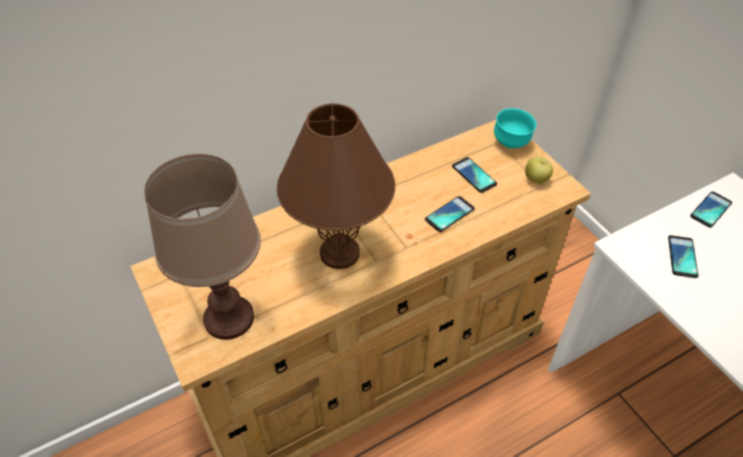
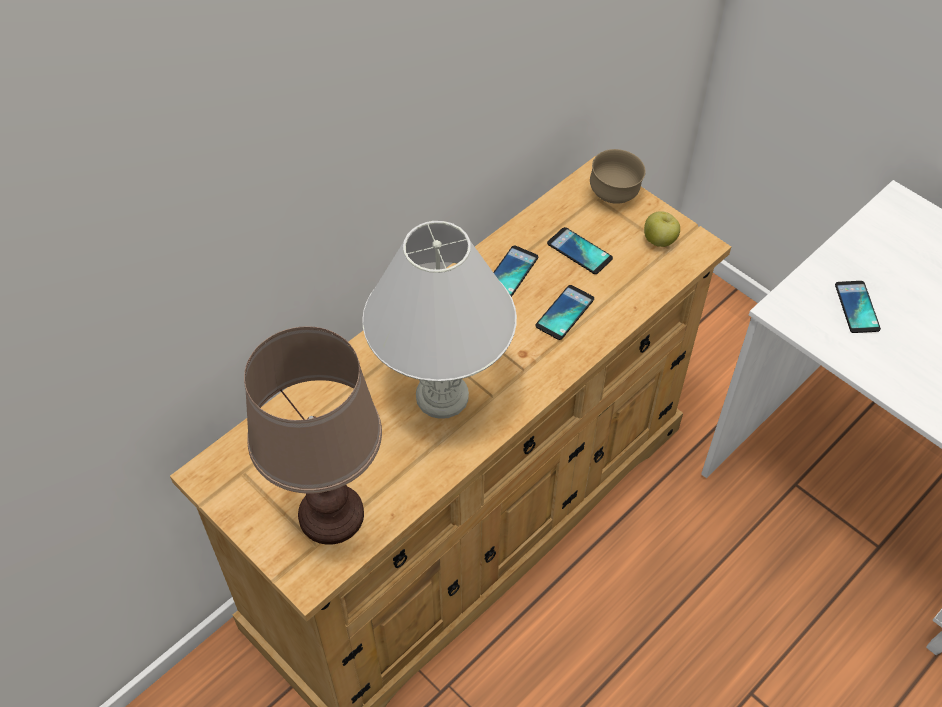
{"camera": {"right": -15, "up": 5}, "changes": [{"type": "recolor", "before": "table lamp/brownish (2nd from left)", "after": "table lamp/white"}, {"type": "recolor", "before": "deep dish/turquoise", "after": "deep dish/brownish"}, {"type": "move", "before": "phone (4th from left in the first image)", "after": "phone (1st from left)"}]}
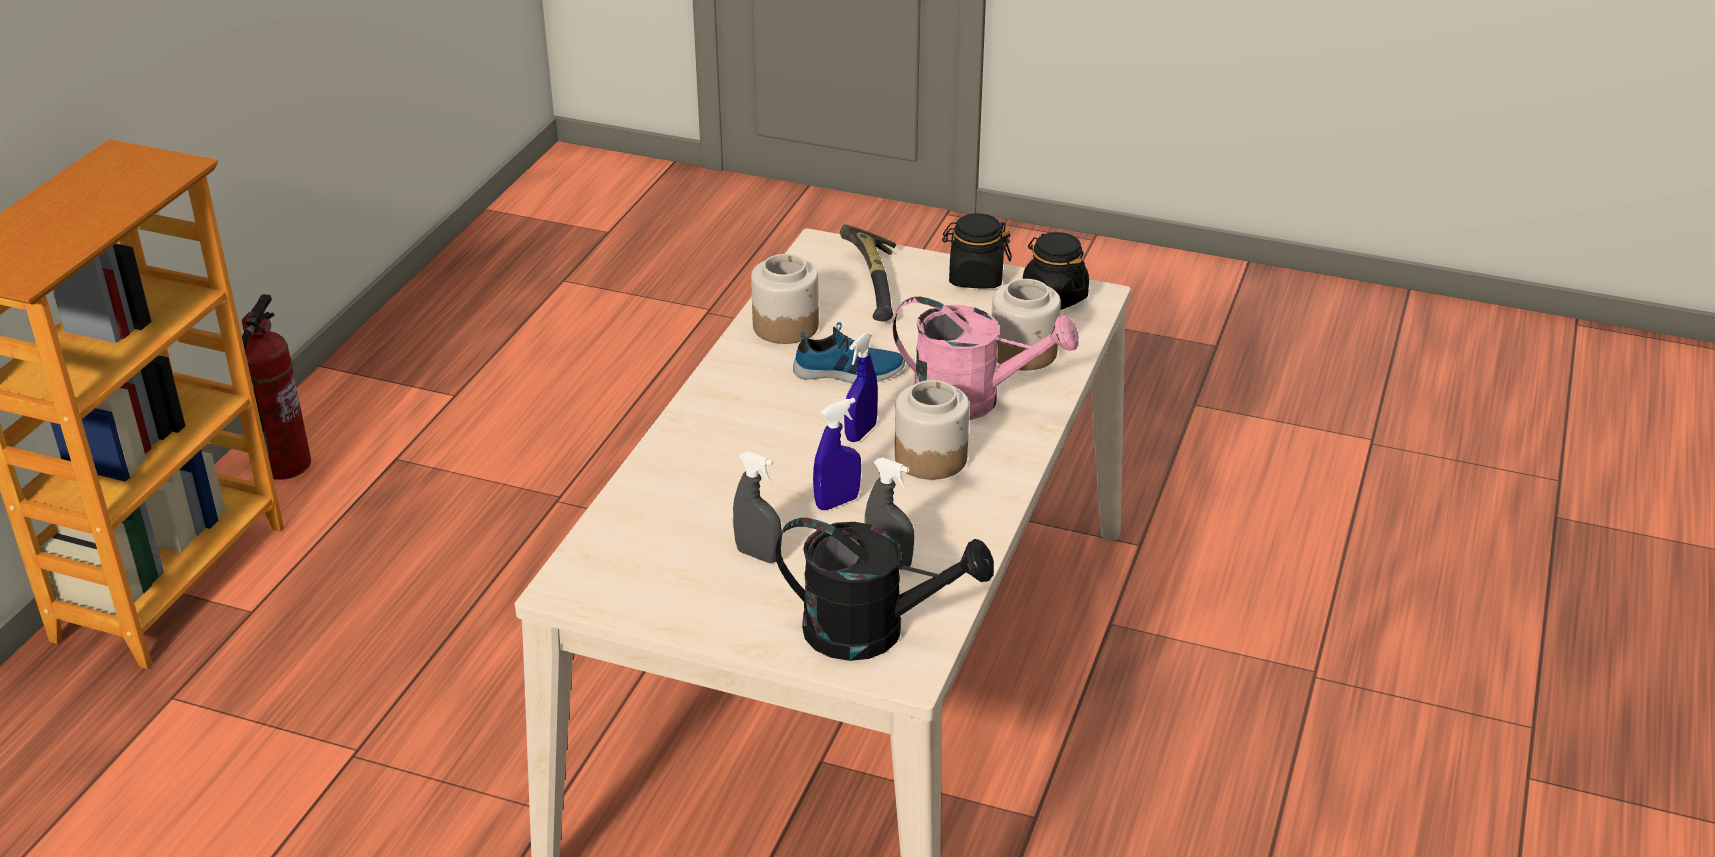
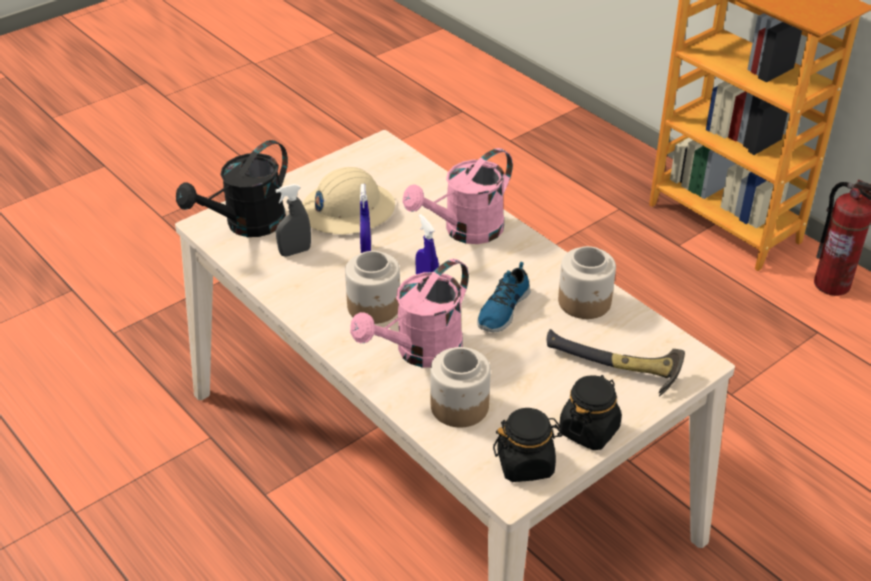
{"camera": {"right": 120, "up": 5}, "changes": [{"type": "replace", "before": "spray bottle/gray (1st from left)", "after": "work helmet/sand-coloured"}, {"type": "insert", "after": "watering can/pink (2nd from left)"}]}
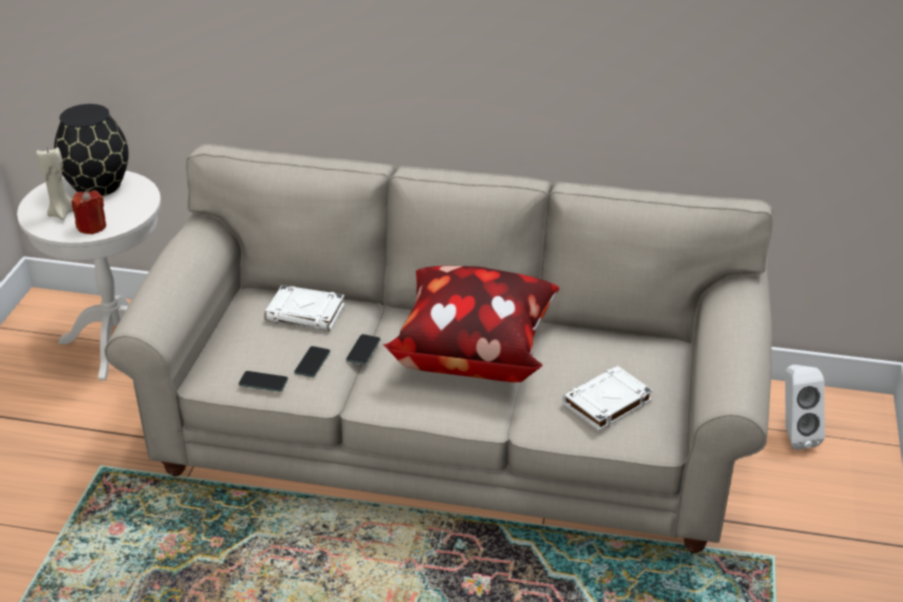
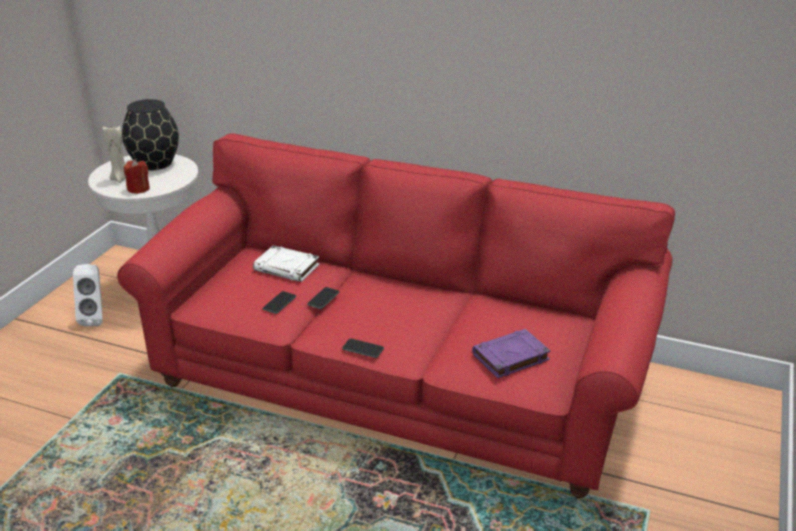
{"camera": {"right": 10, "up": -5}, "changes": [{"type": "recolor", "before": "sofa/sand-coloured", "after": "sofa/red-coloured"}, {"type": "delete", "before": "throw pillow"}, {"type": "move", "before": "loudspeaker/white"}, {"type": "recolor", "before": "volume/white (2nd from left)", "after": "volume/purple-coloured"}, {"type": "move", "before": "phone (1st from left in the first image)", "after": "phone (3rd from left)"}]}
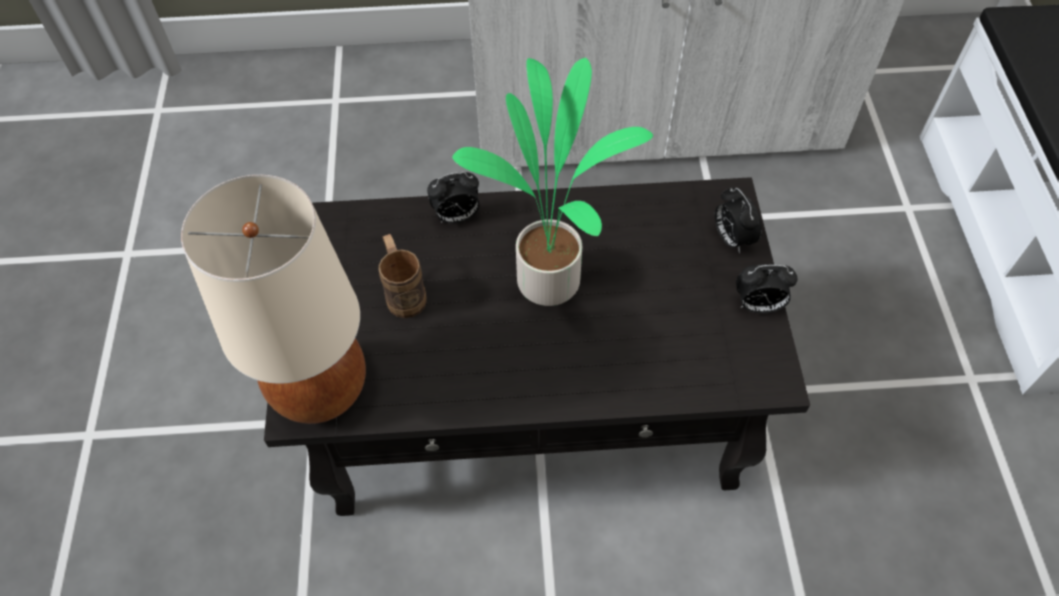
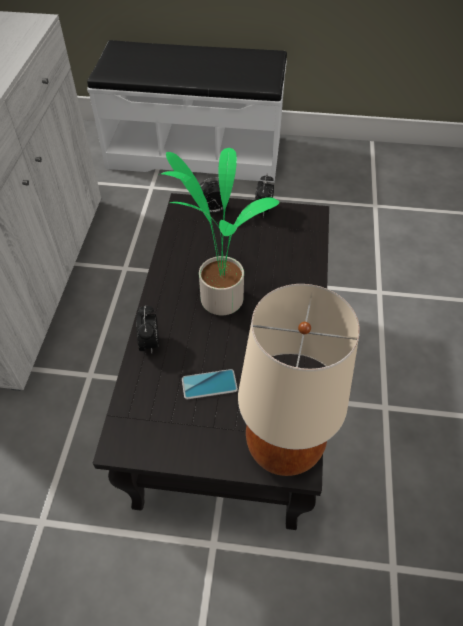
{"camera": {"right": -80, "up": -5}, "changes": [{"type": "replace", "before": "tea mug/brownish", "after": "phone"}]}
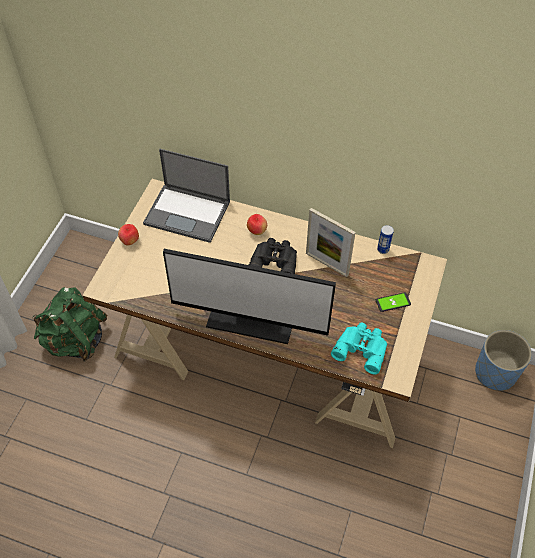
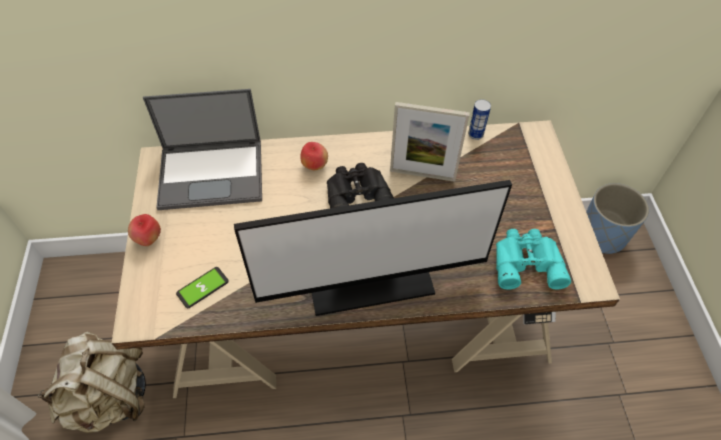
{"camera": {"right": -25, "up": 0}, "changes": [{"type": "recolor", "before": "backpack/green-coloured", "after": "backpack/sand-coloured"}, {"type": "move", "before": "phone"}]}
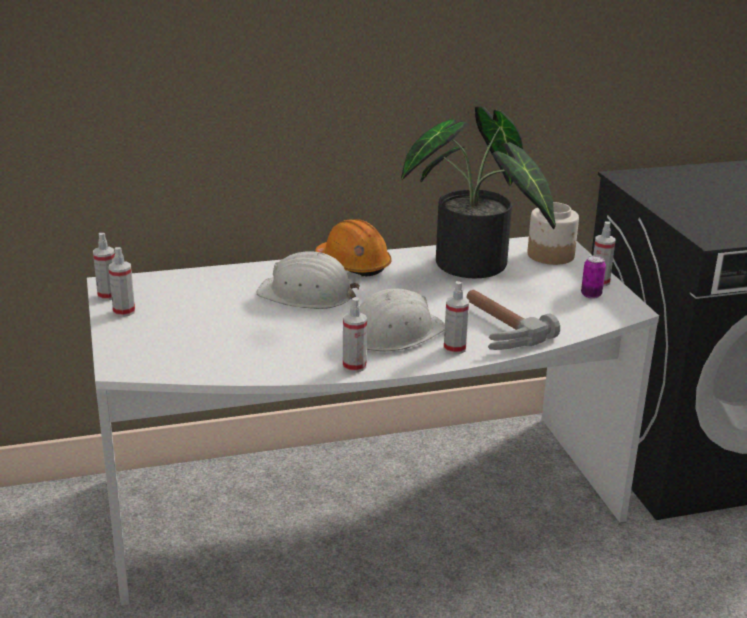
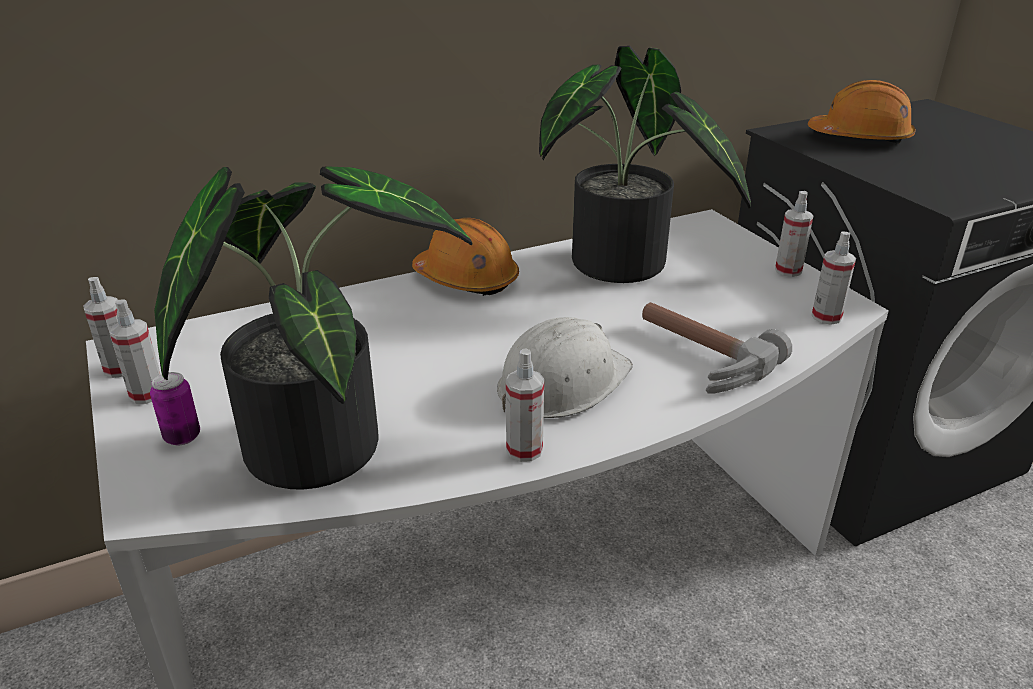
{"camera": {"right": -10, "up": 5}, "changes": [{"type": "delete", "before": "storage jar"}, {"type": "delete", "before": "work helmet/white (1st from left)"}, {"type": "move", "before": "metal can"}, {"type": "move", "before": "spray bottle (4th from left in the first image)", "after": "spray bottle (5th from left)"}, {"type": "insert", "after": "work helmet/orange-coloured (2nd from left)"}, {"type": "insert", "after": "potted plant (1st from left)"}]}
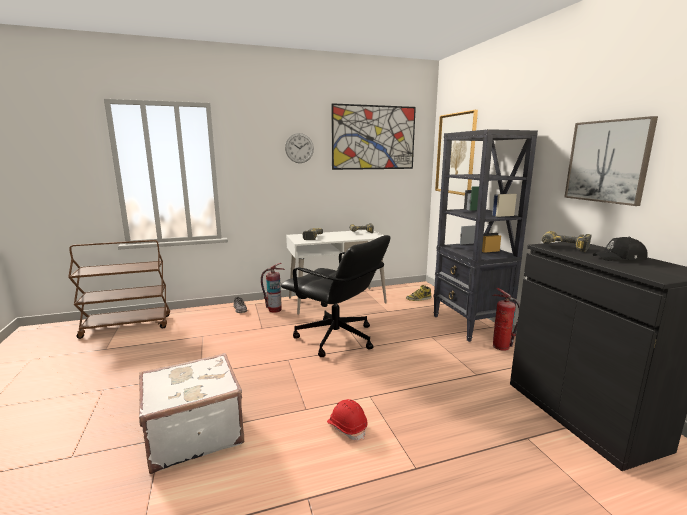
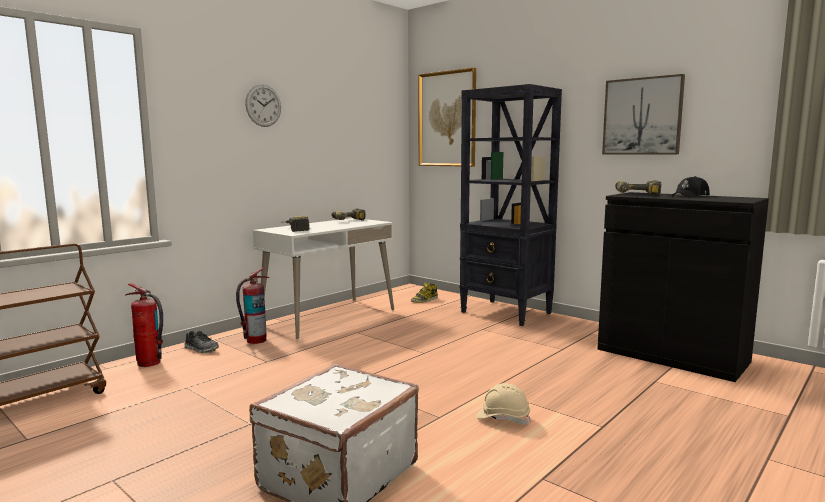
{"camera": {"right": -30, "up": -5}, "changes": [{"type": "delete", "before": "wall art (1st from left)"}, {"type": "delete", "before": "desk chair/black"}, {"type": "move", "before": "extinguisher (2nd from left in the first image)", "after": "extinguisher (1st from left)"}, {"type": "recolor", "before": "work helmet/red-coloured", "after": "work helmet/sand-coloured"}]}
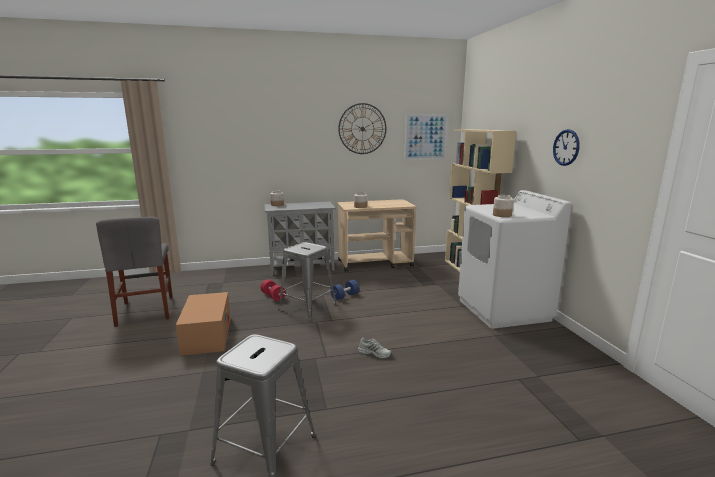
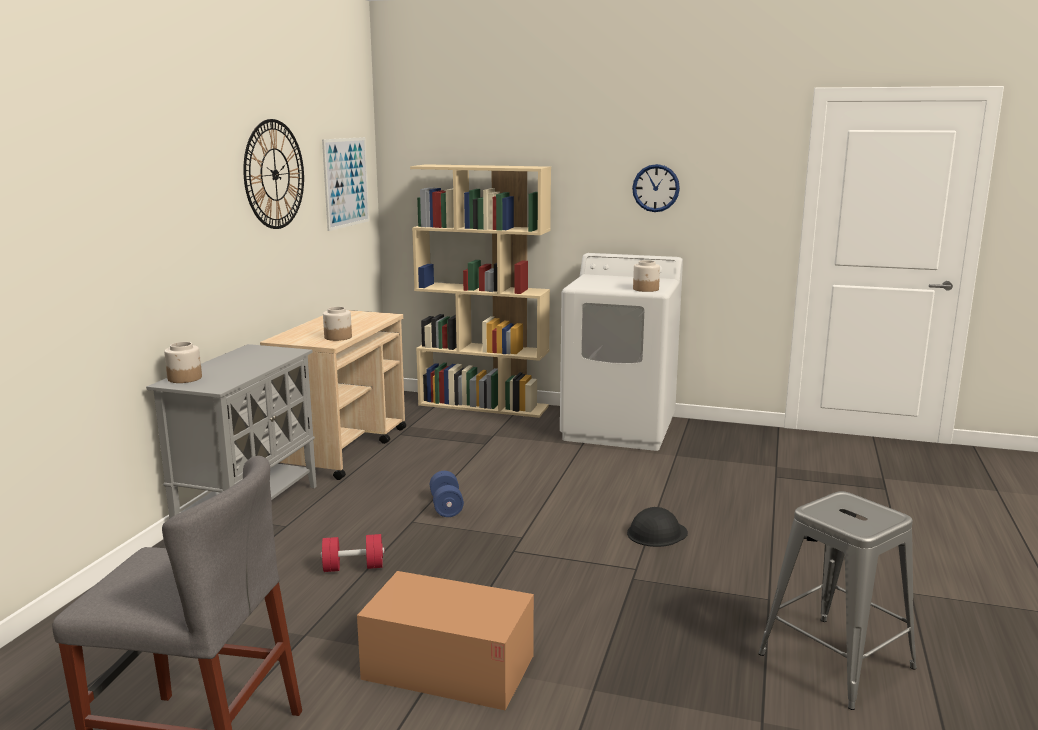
{"camera": {"right": -60, "up": 0}, "changes": [{"type": "delete", "before": "sitting stool/gray (2nd from left)"}, {"type": "replace", "before": "item of footwear/white", "after": "work helmet/black"}]}
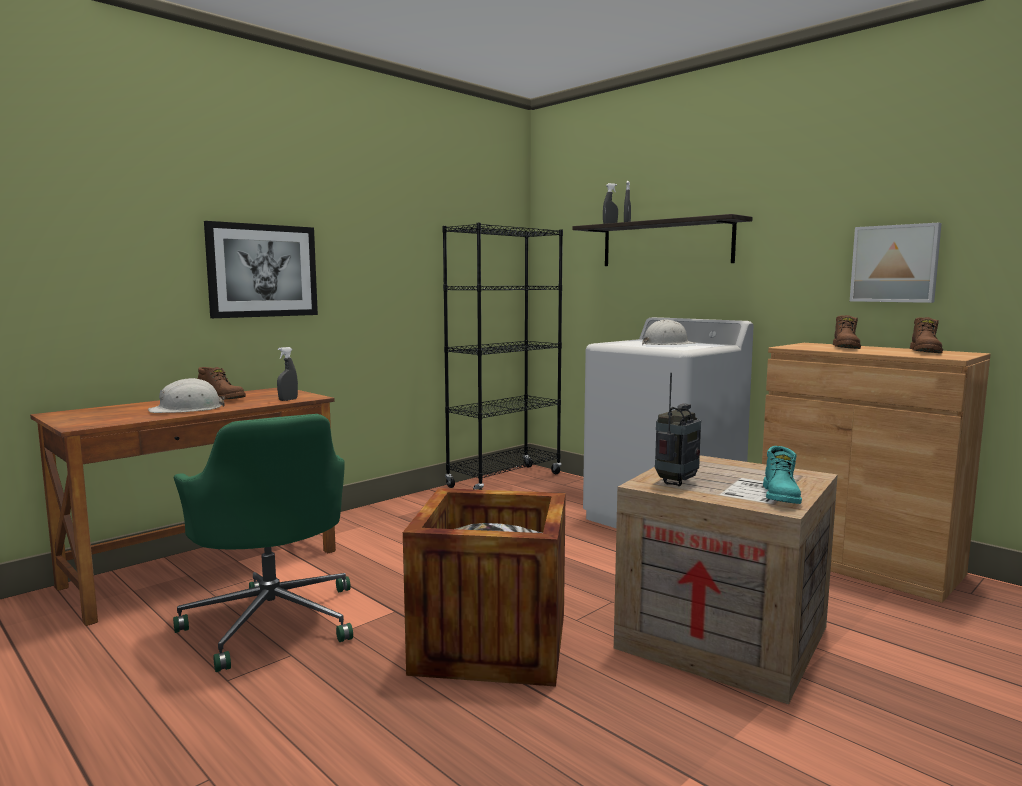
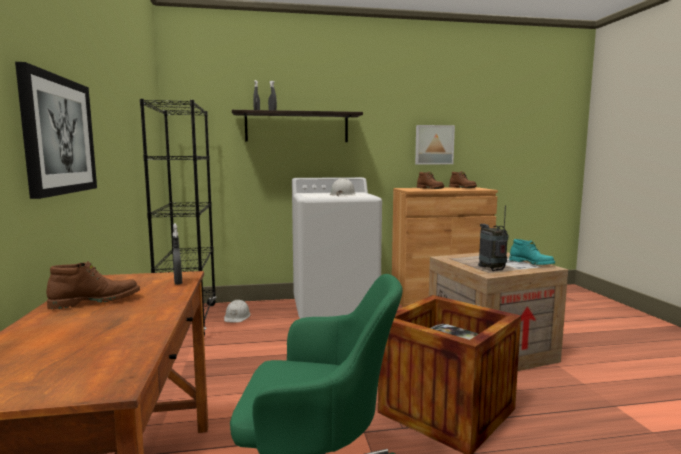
{"camera": {"right": -55, "up": 0}, "changes": [{"type": "move", "before": "work helmet/white (1st from left)"}]}
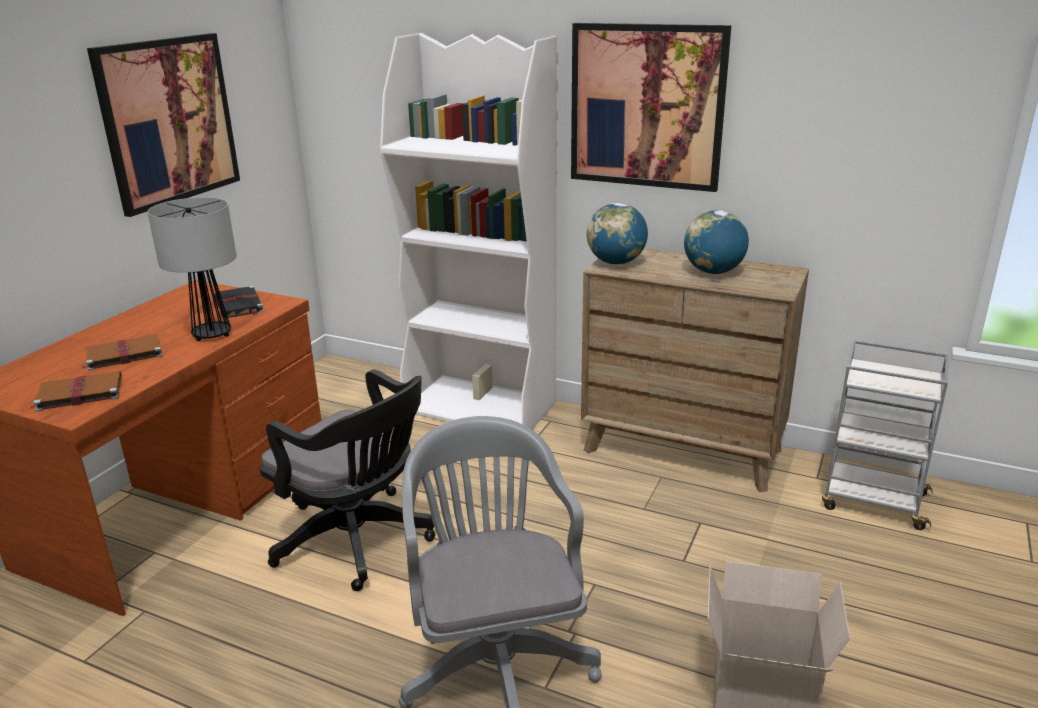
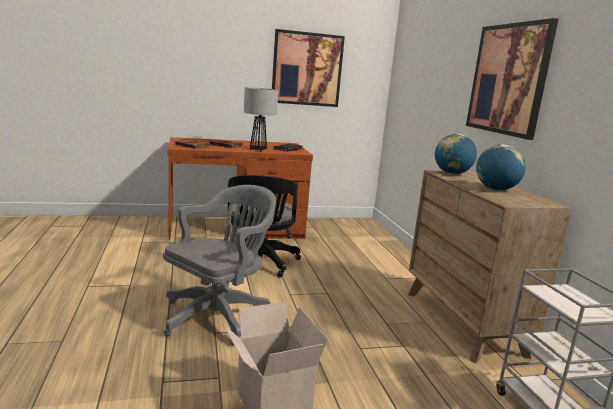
{"camera": {"right": 50, "up": -10}, "changes": [{"type": "delete", "before": "bookshelf/white"}]}
